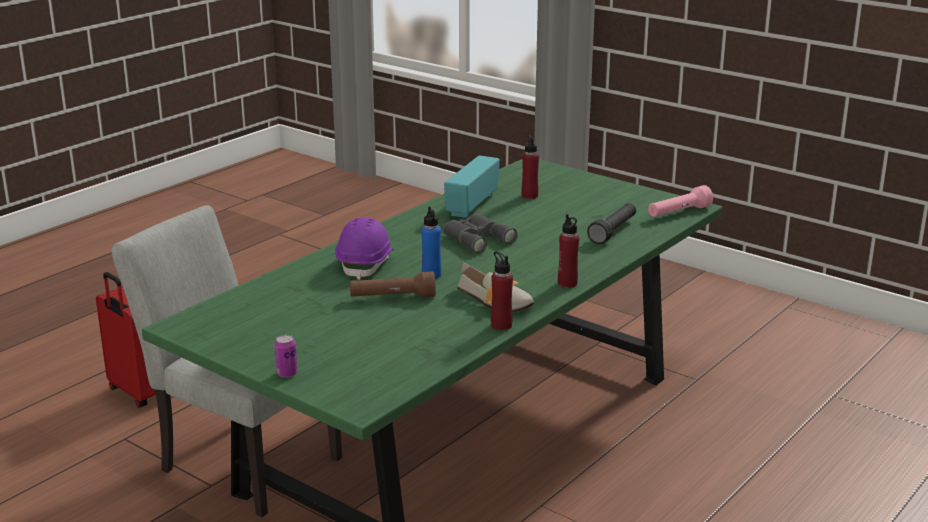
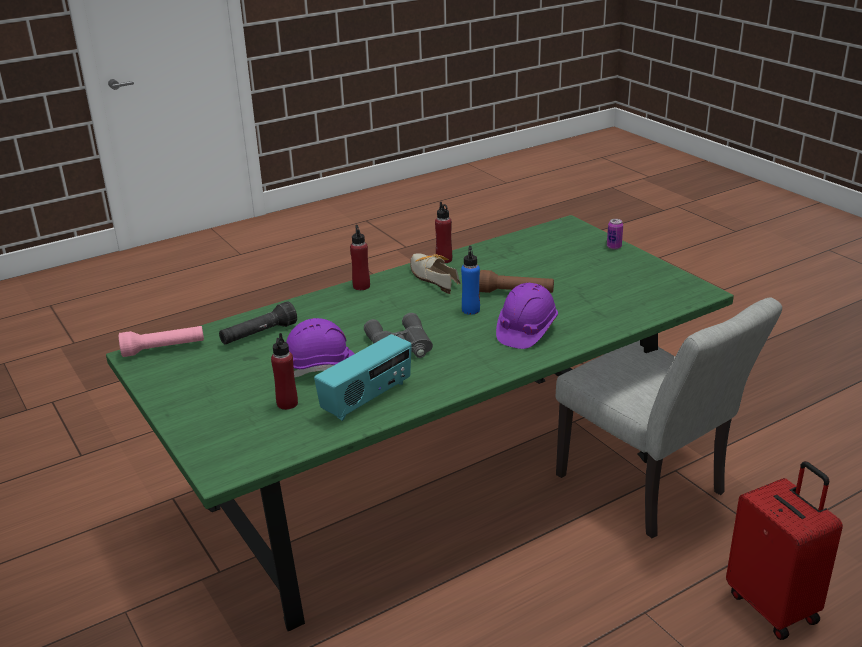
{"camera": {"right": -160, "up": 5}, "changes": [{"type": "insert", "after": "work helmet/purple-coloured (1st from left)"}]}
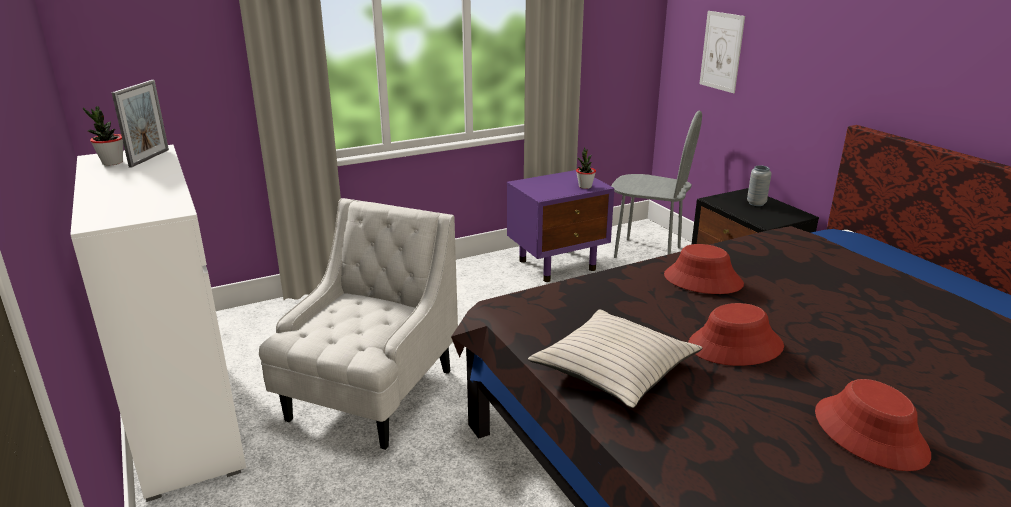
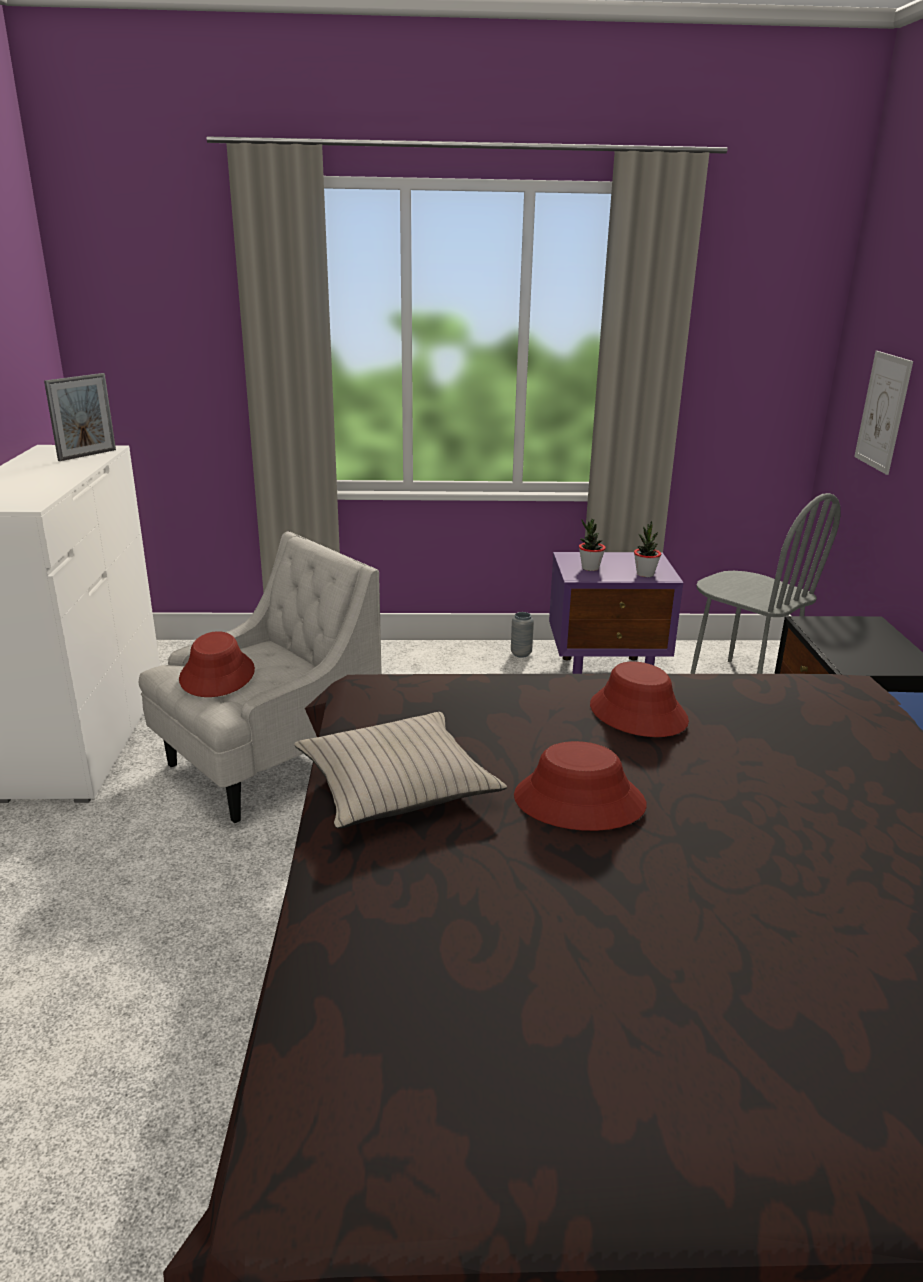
{"camera": {"right": 25, "up": 0}, "changes": [{"type": "move", "before": "potted plant (1st from left)"}, {"type": "move", "before": "flower vase/gray"}, {"type": "move", "before": "hat/red-coloured (3rd from left in the first image)", "after": "hat/red-coloured (1st from left)"}]}
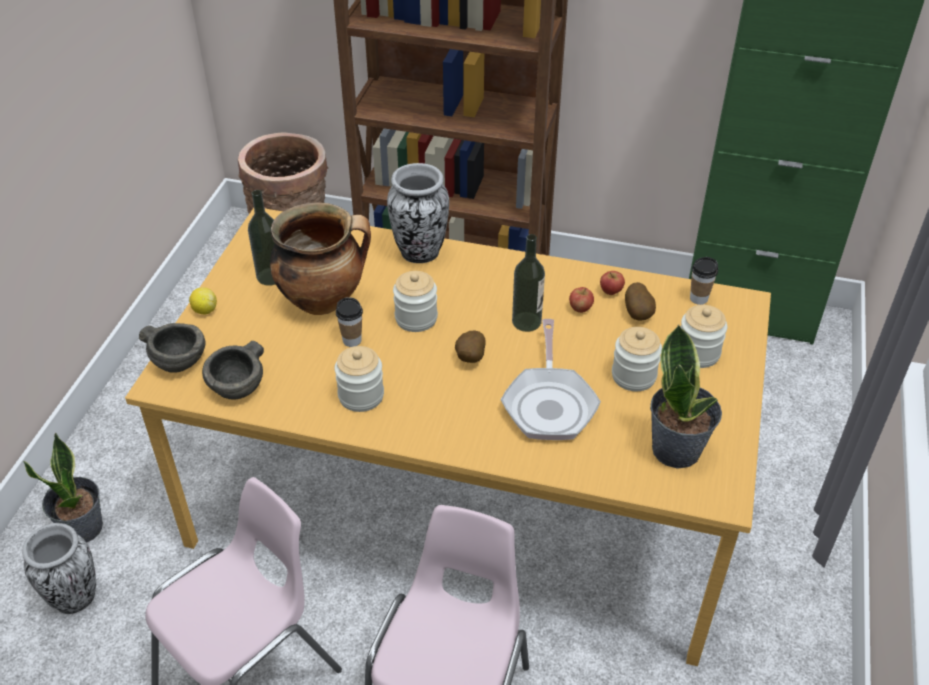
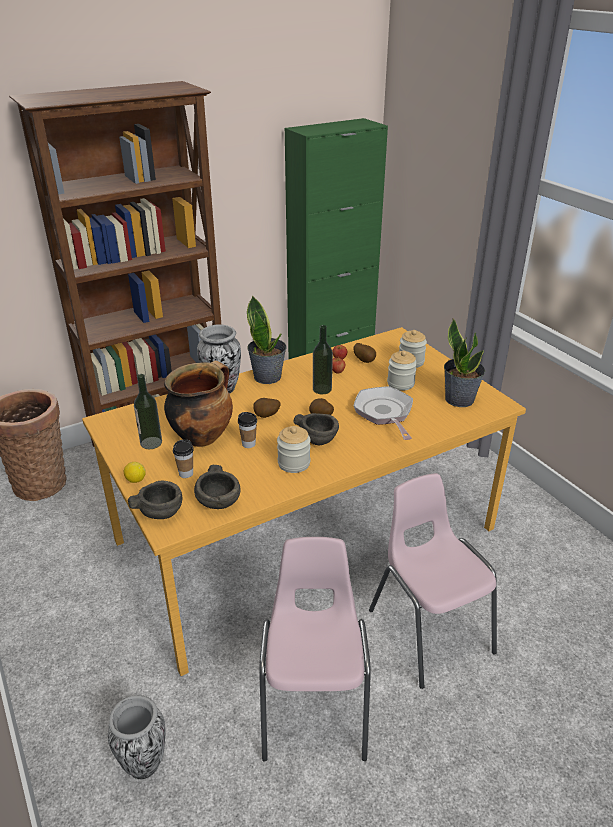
{"camera": {"right": -45, "up": -10}, "changes": [{"type": "move", "before": "cup (2nd from left in the first image)", "after": "cup (1st from left)"}, {"type": "replace", "before": "storage jar (2nd from left)", "after": "potato (1st from left)"}, {"type": "rotate", "before": "frying pan", "turn": -150}, {"type": "move", "before": "potted plant (1st from left)"}, {"type": "insert", "after": "deep dish/gray (3rd from left)"}]}
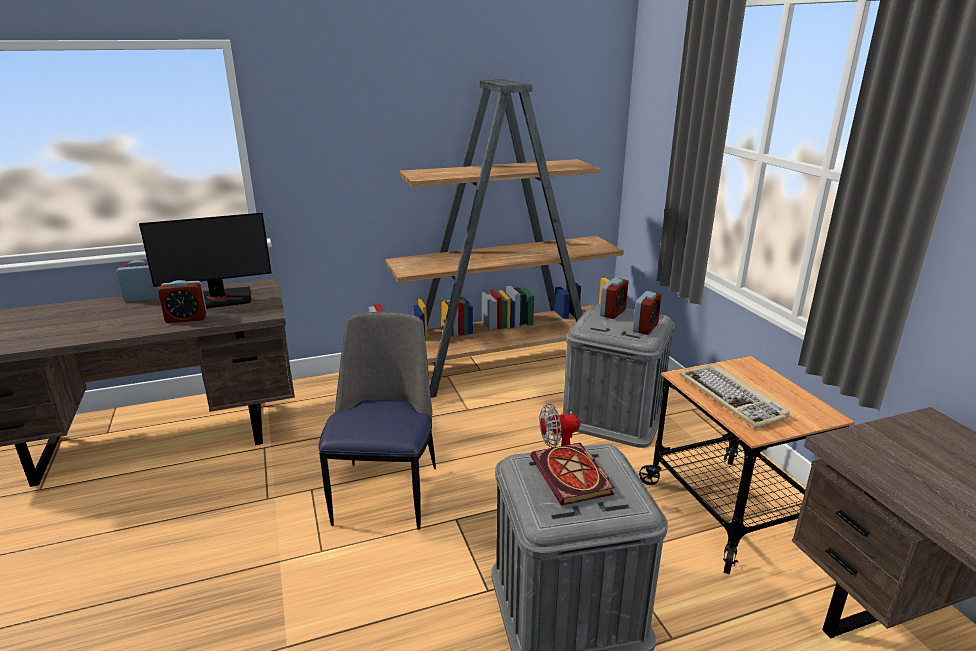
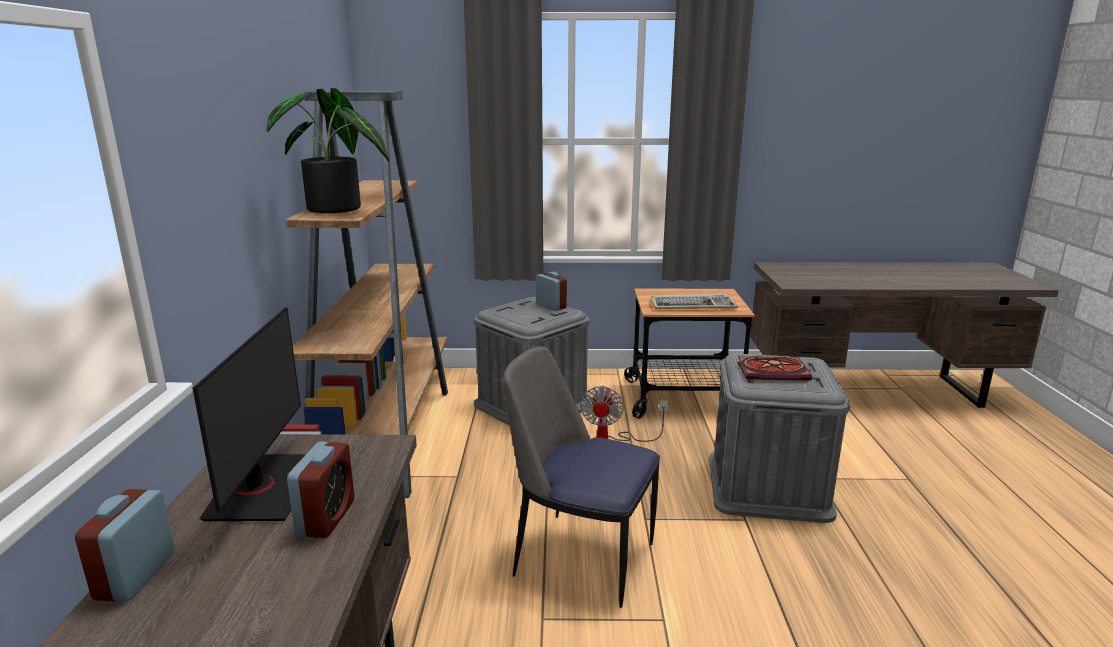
{"camera": {"right": -70, "up": -5}, "changes": [{"type": "delete", "before": "table clock (3rd from left)"}, {"type": "insert", "after": "potted plant"}]}
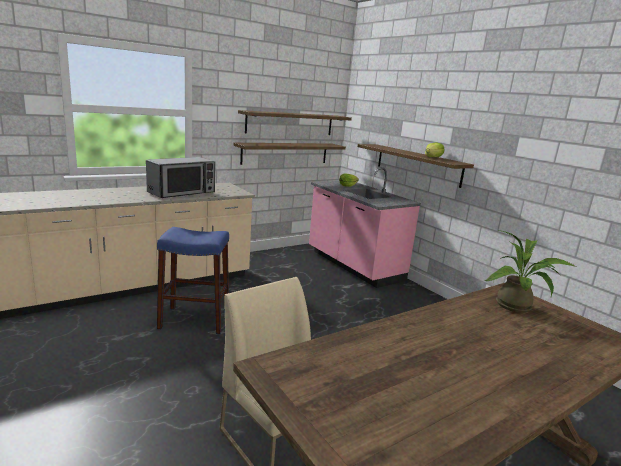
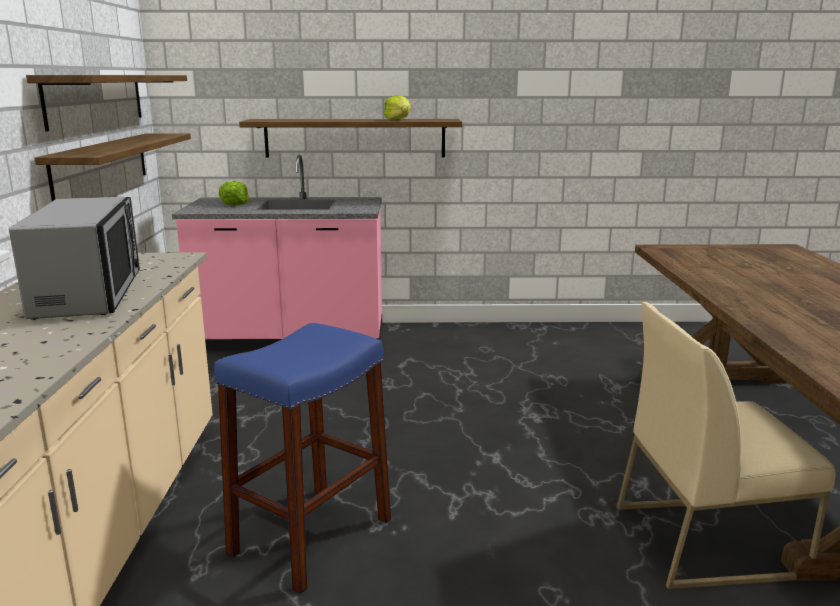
{"camera": {"right": -55, "up": 0}, "changes": [{"type": "delete", "before": "potted plant"}]}
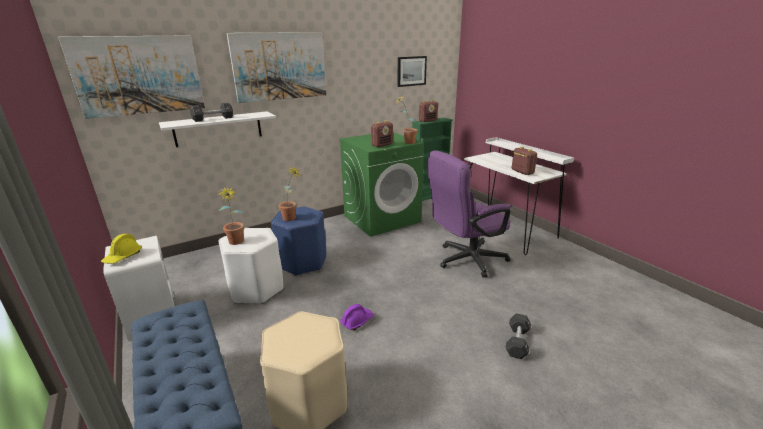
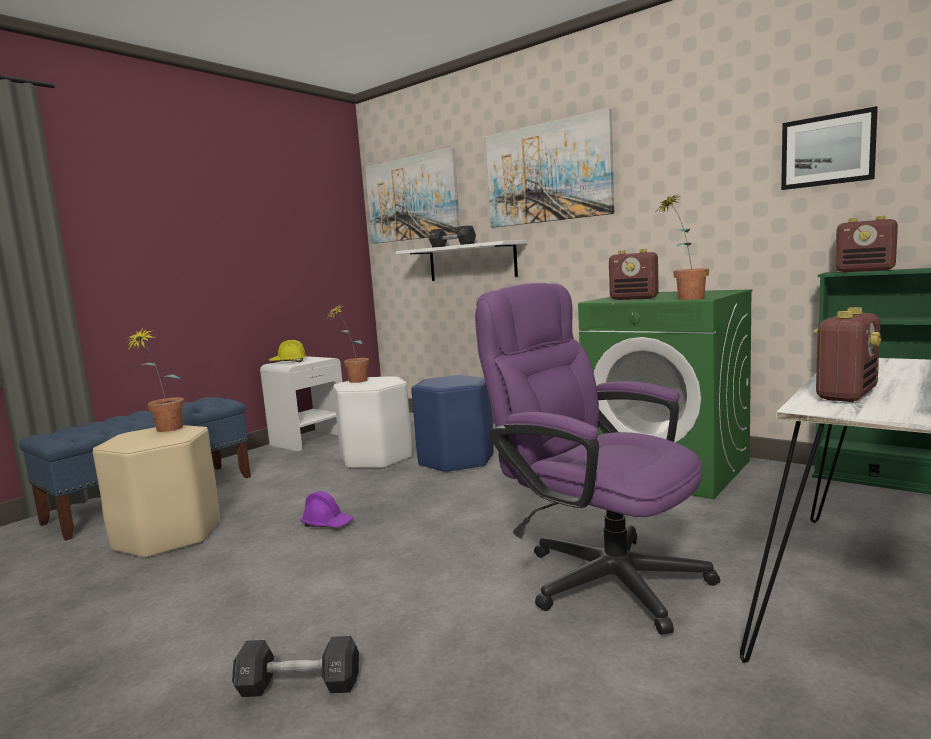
{"camera": {"right": 70, "up": -15}, "changes": [{"type": "move", "before": "potted plant (2nd from left in the first image)", "after": "potted plant (1st from left)"}]}
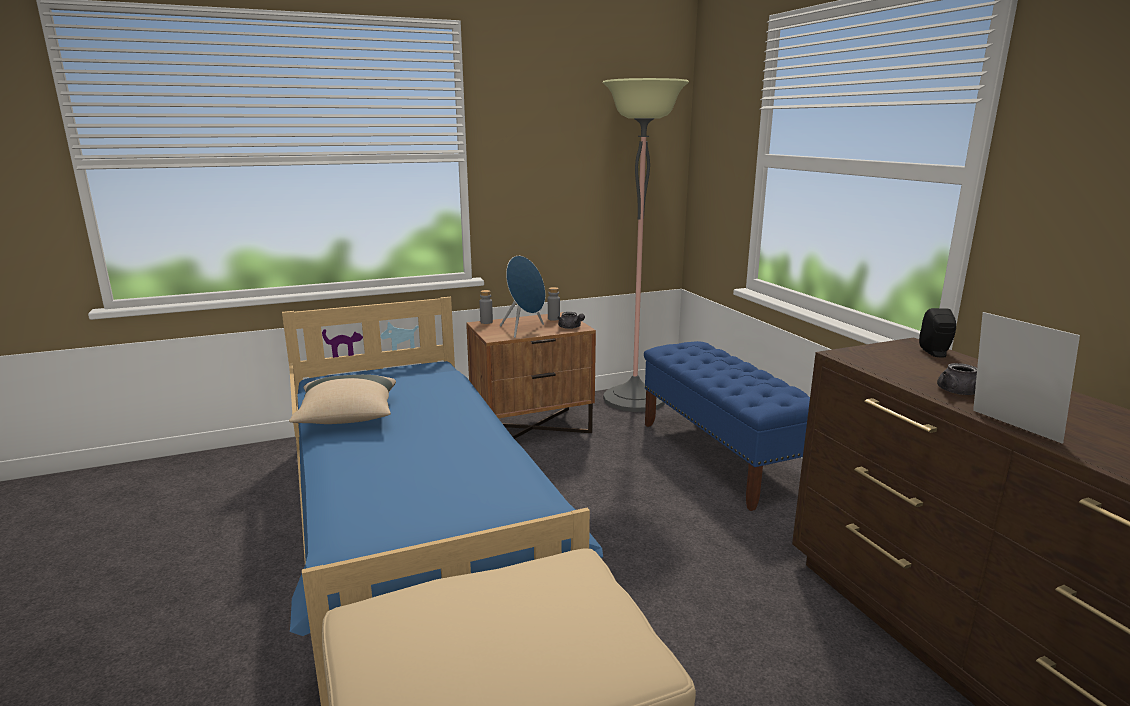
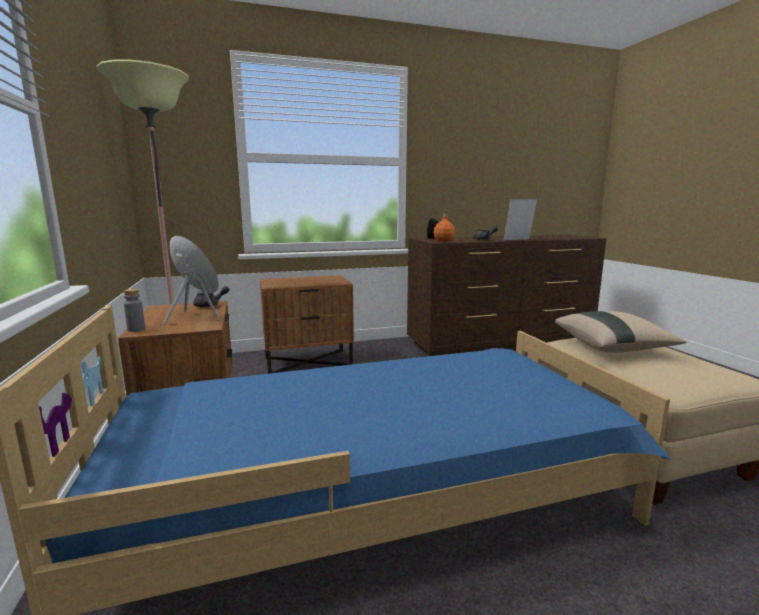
{"camera": {"right": -85, "up": -5}, "changes": [{"type": "delete", "before": "drink bottle/gray (2nd from left)"}, {"type": "replace", "before": "indoor bench/bluish", "after": "nightstand/brownish (2nd from left)"}, {"type": "move", "before": "throw pillow/sand-coloured"}, {"type": "insert", "after": "drink bottle/orange-coloured"}]}
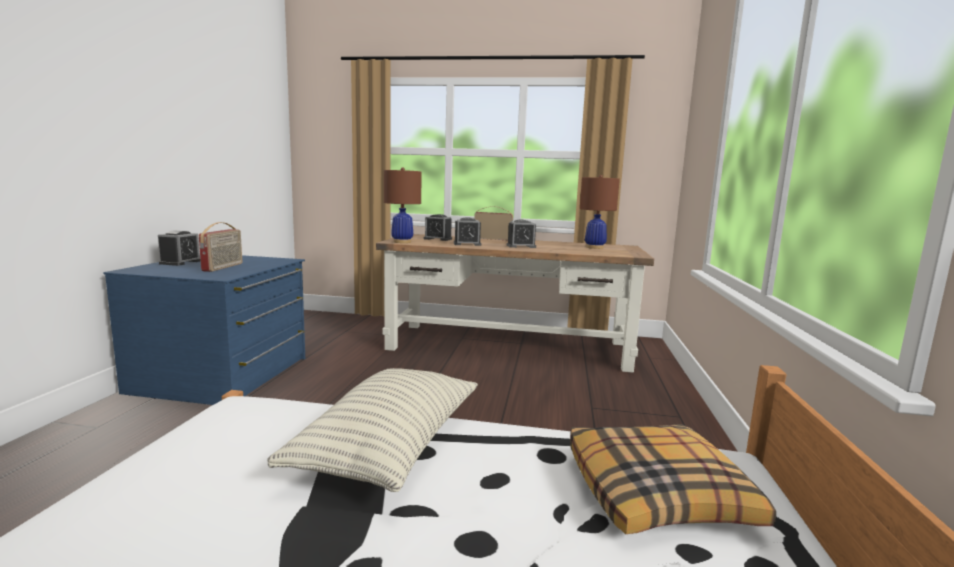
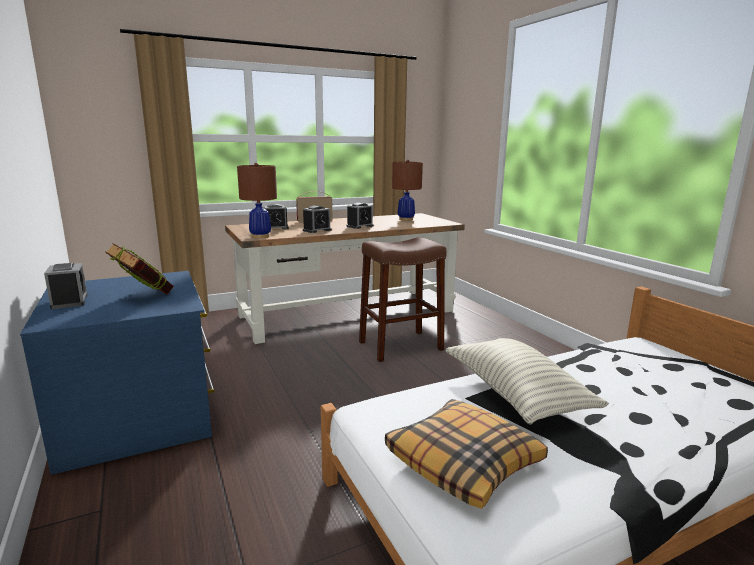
{"camera": {"right": -35, "up": 5}, "changes": [{"type": "replace", "before": "radio set (1st from left)", "after": "volume"}, {"type": "move", "before": "throw pillow (2nd from left in the first image)", "after": "throw pillow (1st from left)"}, {"type": "insert", "after": "sitting stool/brownish"}]}
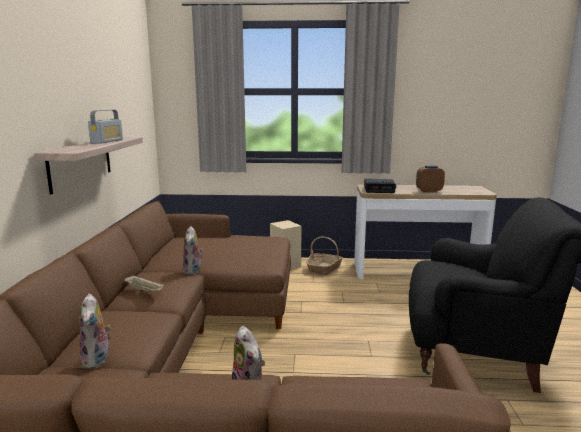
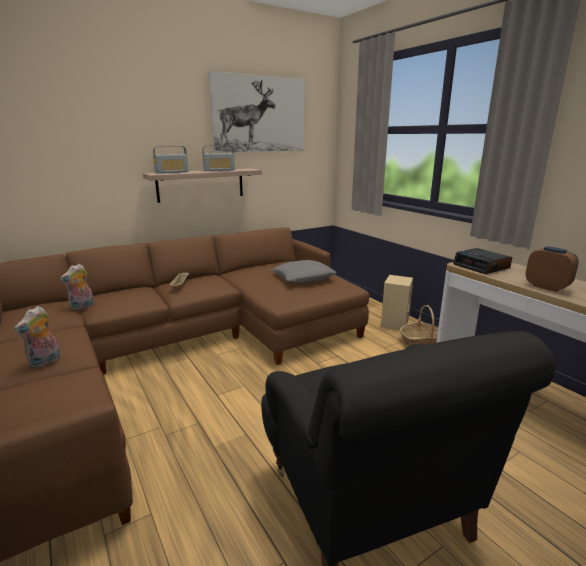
{"camera": {"right": 55, "up": 5}, "changes": [{"type": "delete", "before": "cuddly toy (2nd from left)"}, {"type": "insert", "after": "wall art"}, {"type": "insert", "after": "radio set (1st from left)"}, {"type": "insert", "after": "throw pillow/gray"}]}
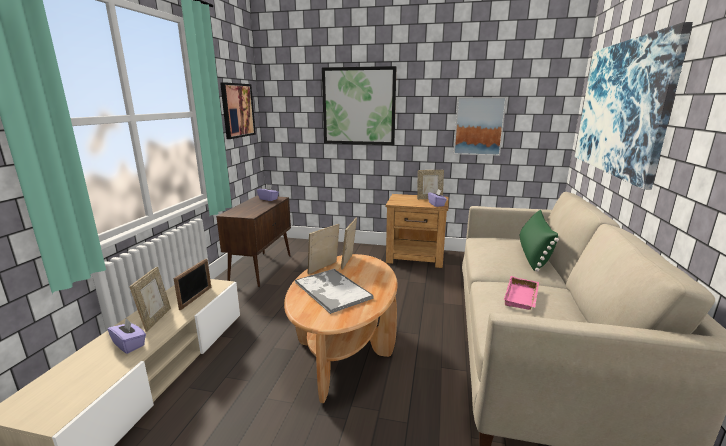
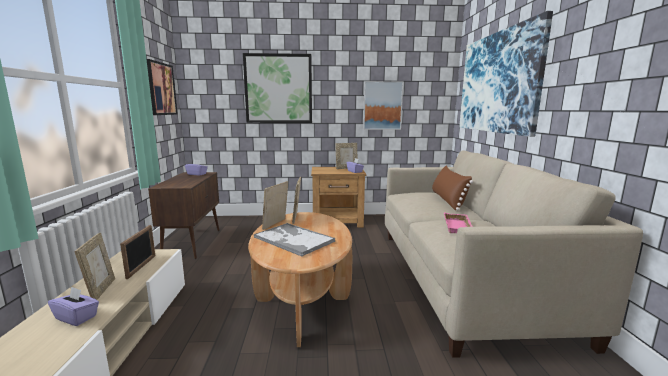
{"camera": {"right": -15, "up": -5}, "changes": [{"type": "recolor", "before": "throw pillow/green-coloured", "after": "throw pillow/brownish"}]}
